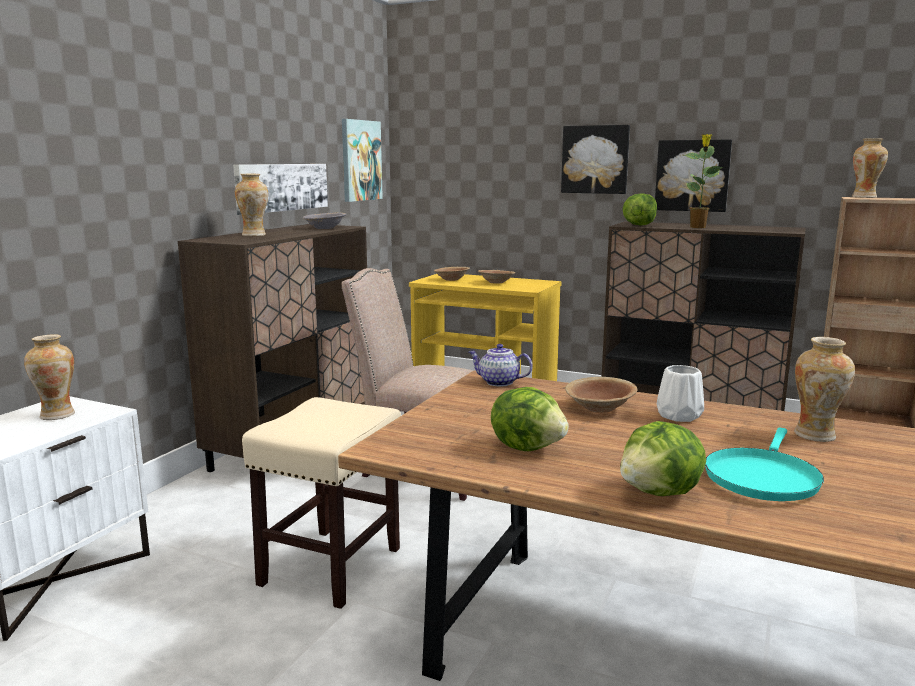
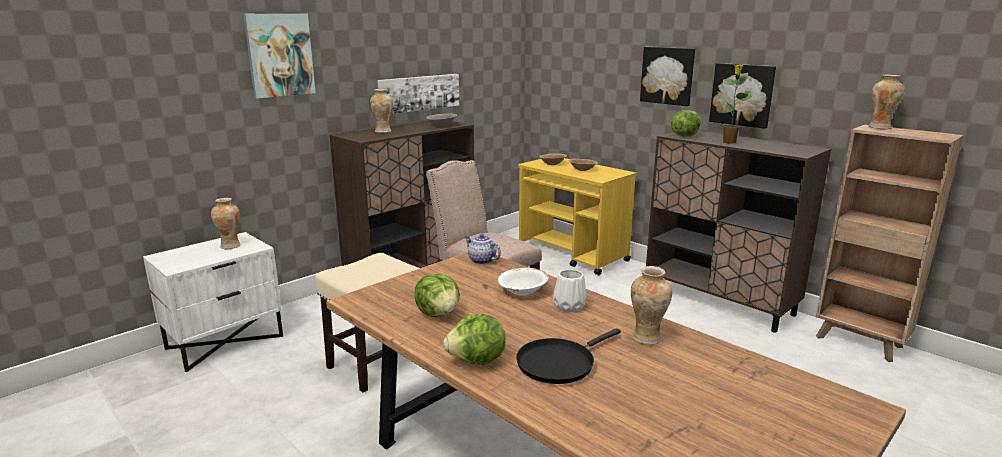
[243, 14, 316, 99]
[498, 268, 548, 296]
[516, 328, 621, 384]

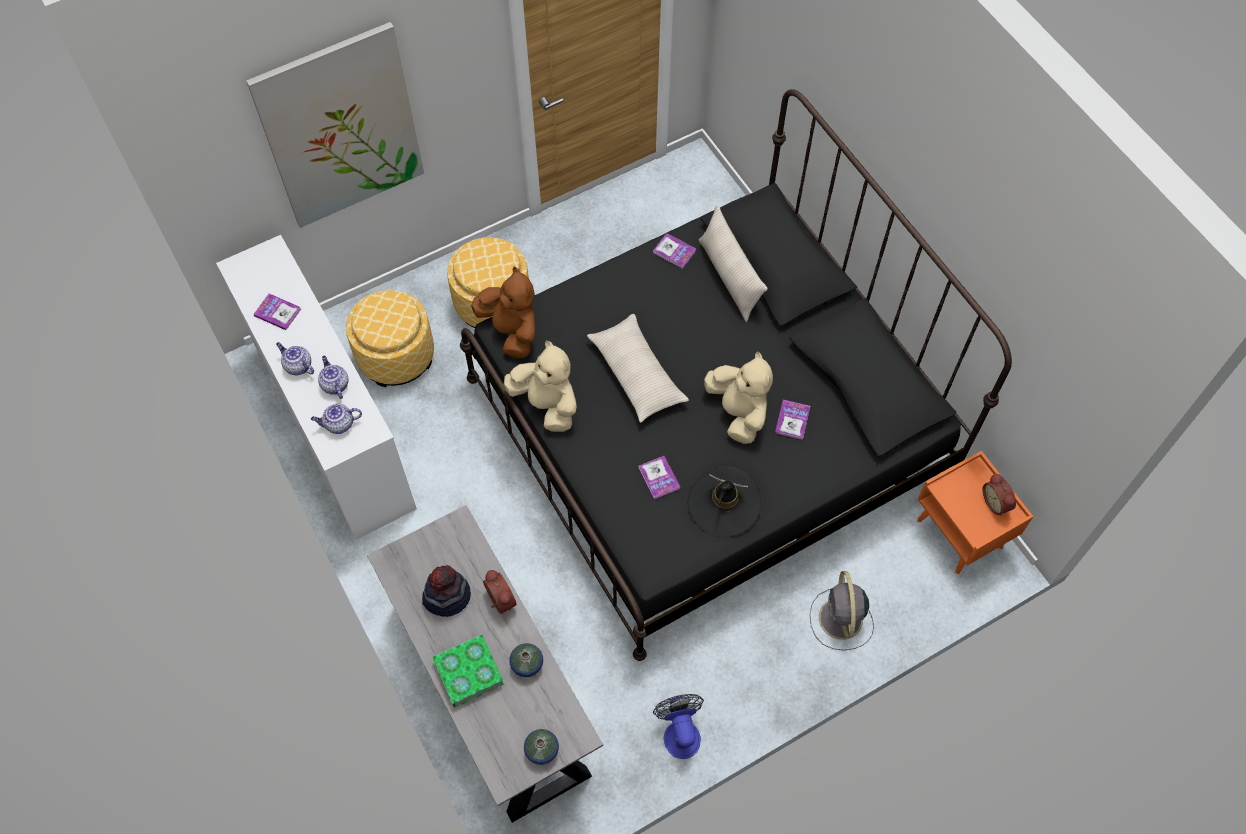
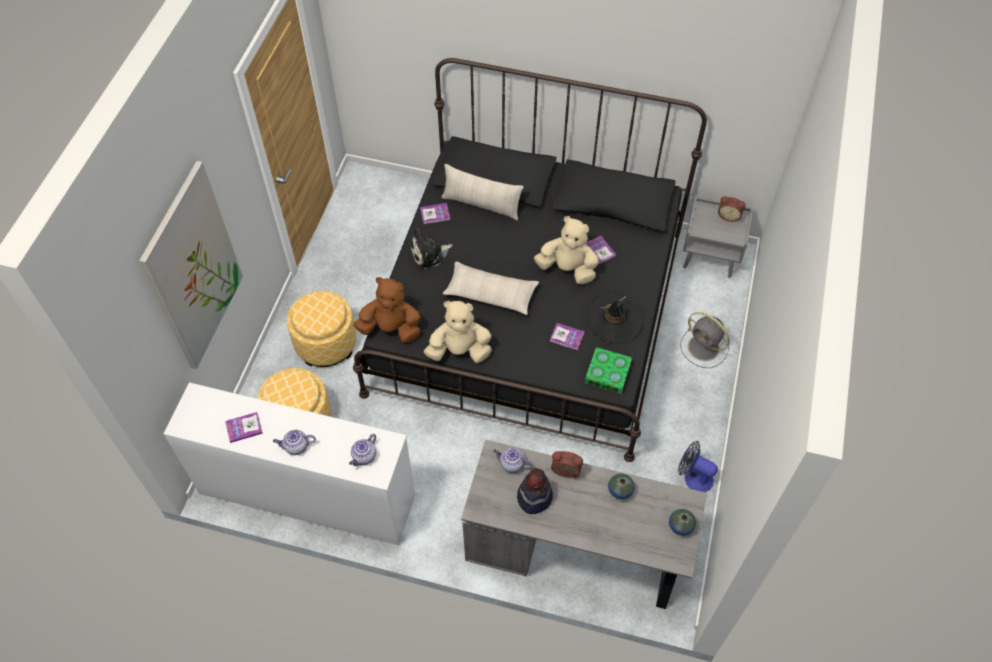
[493, 448, 532, 473]
[585, 347, 632, 394]
[683, 197, 753, 278]
[410, 229, 453, 269]

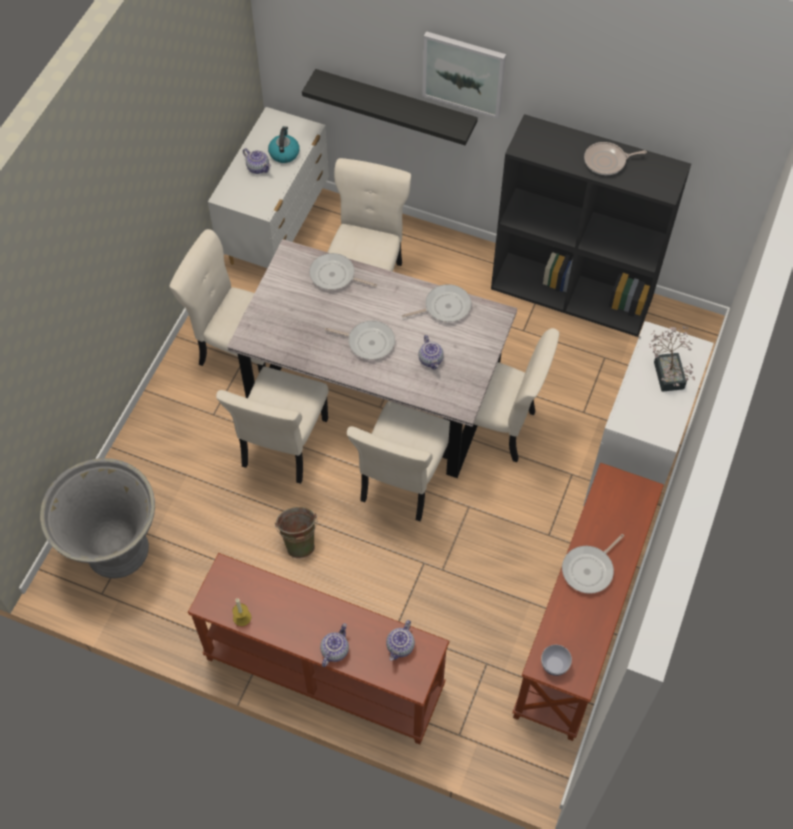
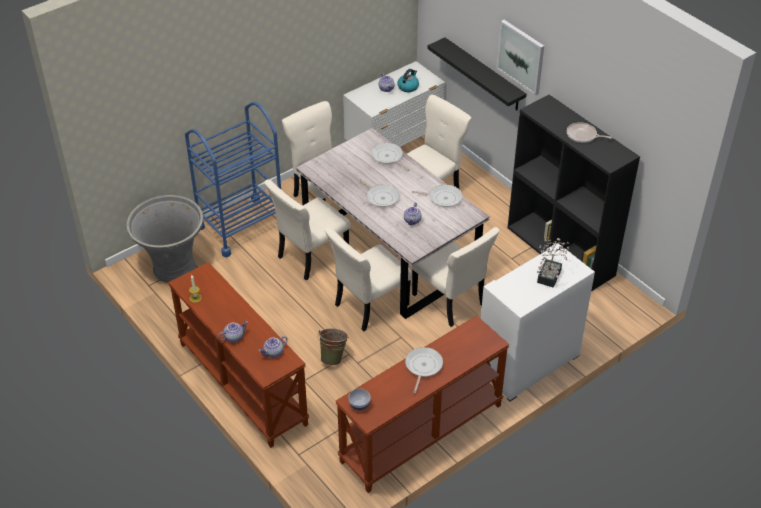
[318, 328, 349, 365]
[405, 347, 443, 393]
[185, 102, 281, 257]

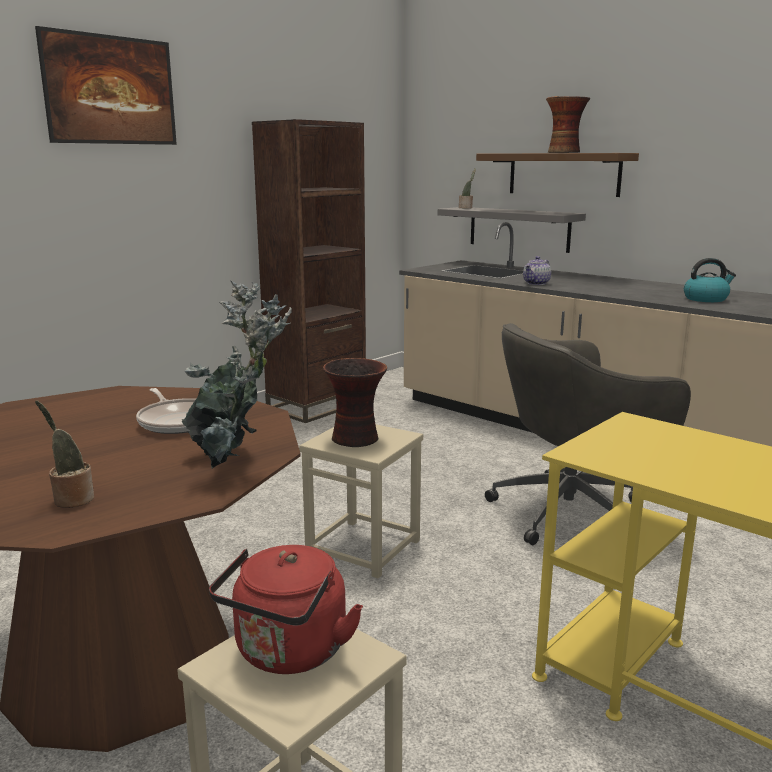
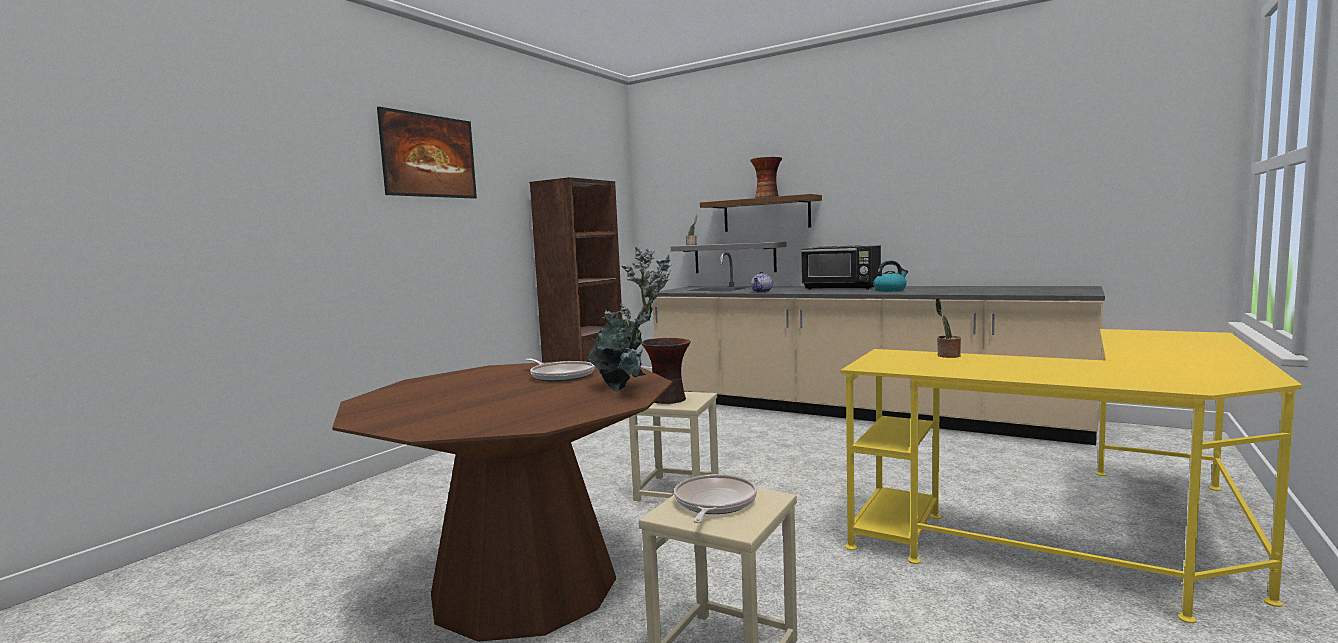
[936, 297, 961, 358]
[674, 474, 757, 523]
[485, 323, 691, 545] (first image)
[801, 245, 881, 290]

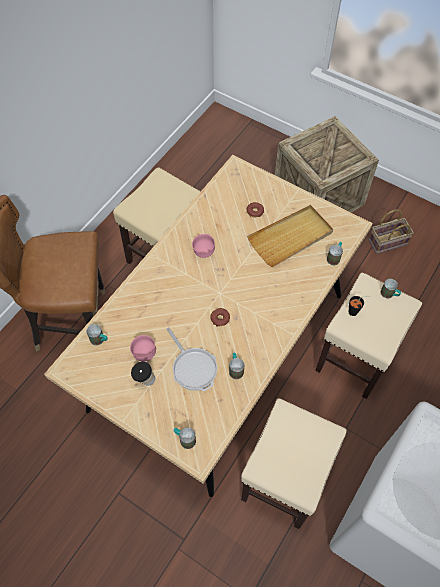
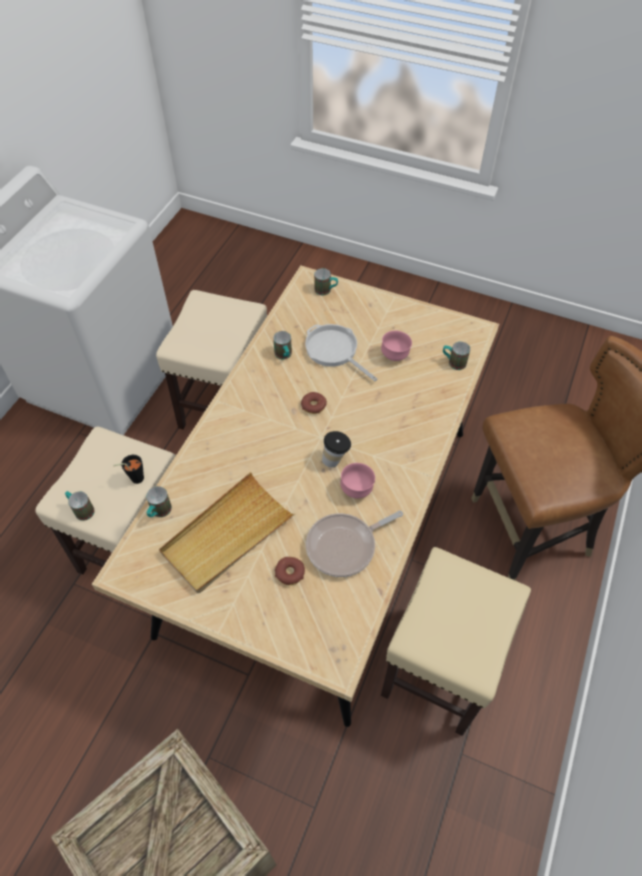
[322, 431, 351, 468]
[368, 209, 414, 254] (first image)
[306, 511, 403, 577]

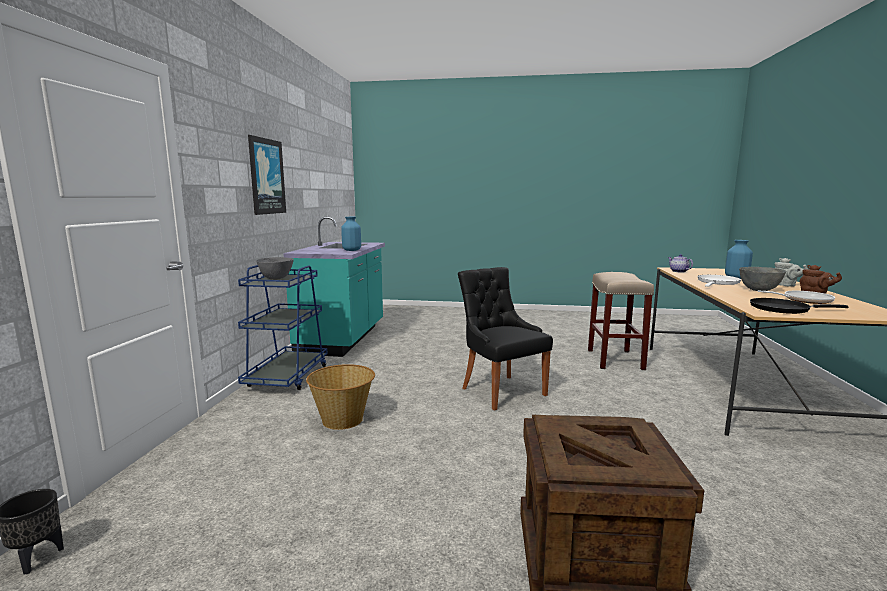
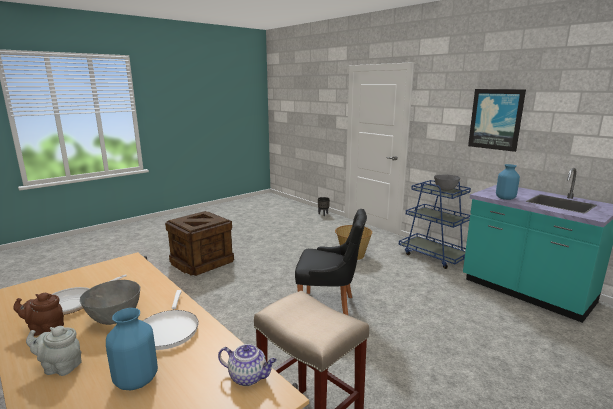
[750, 298, 849, 314] (first image)

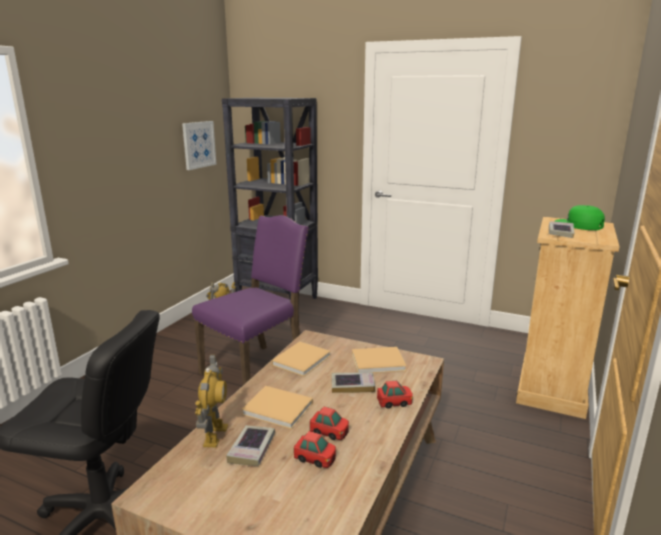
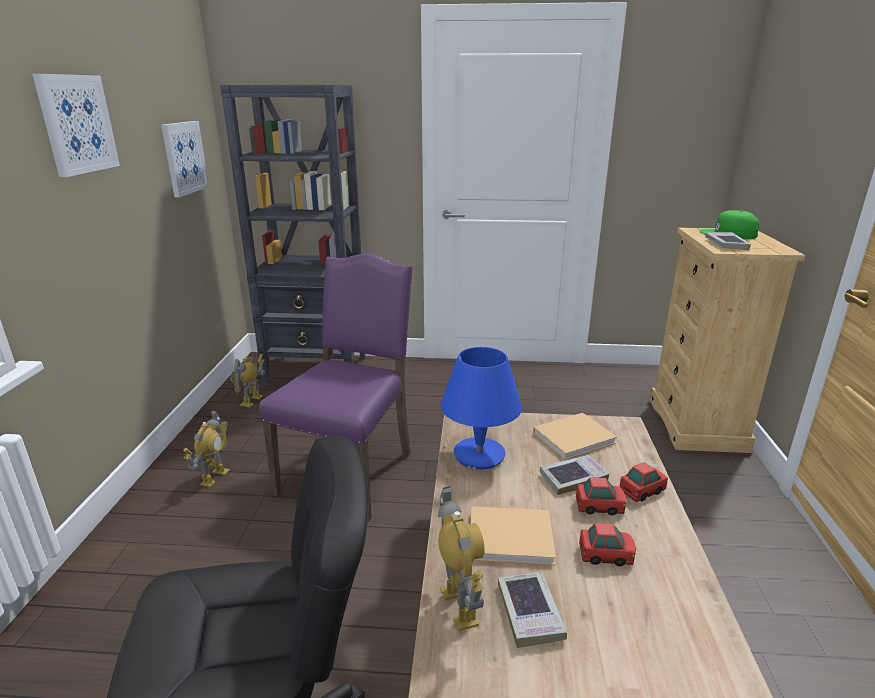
[440, 347, 522, 470]
[576, 477, 627, 515]
[33, 74, 120, 177]
[183, 410, 230, 487]

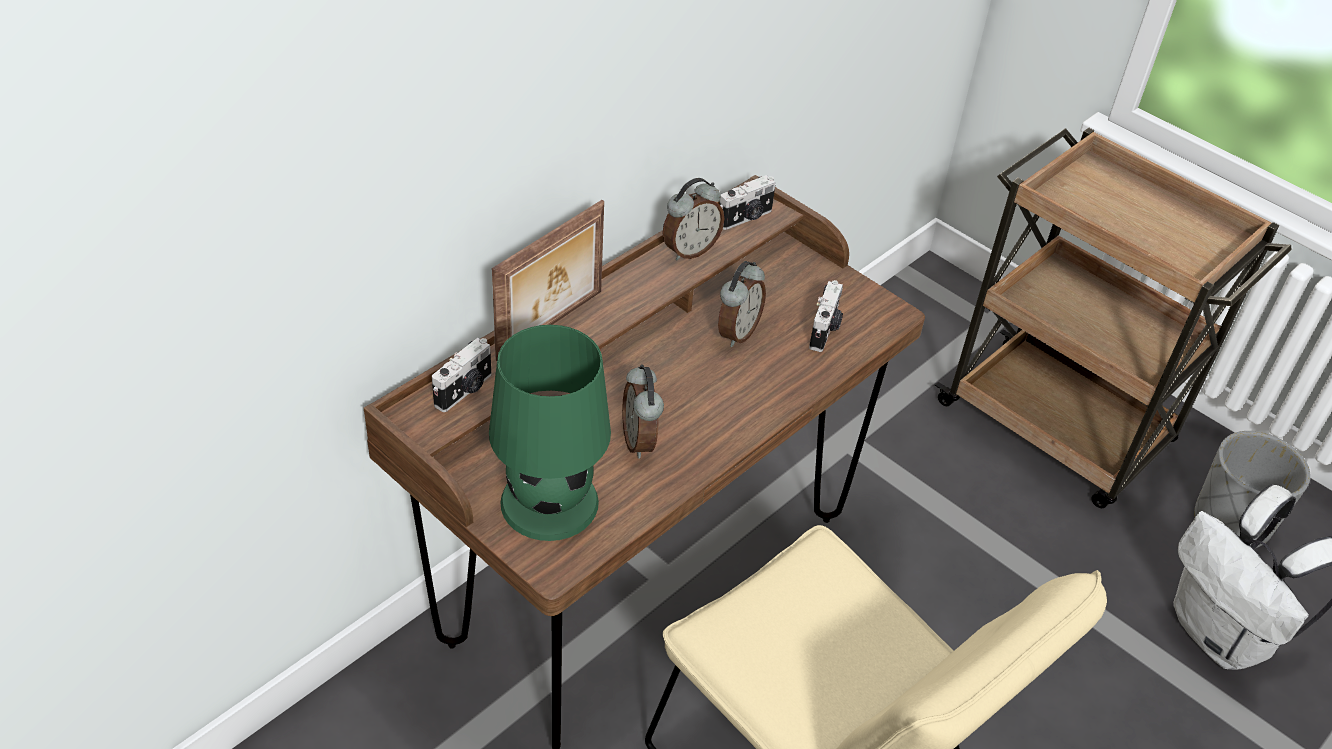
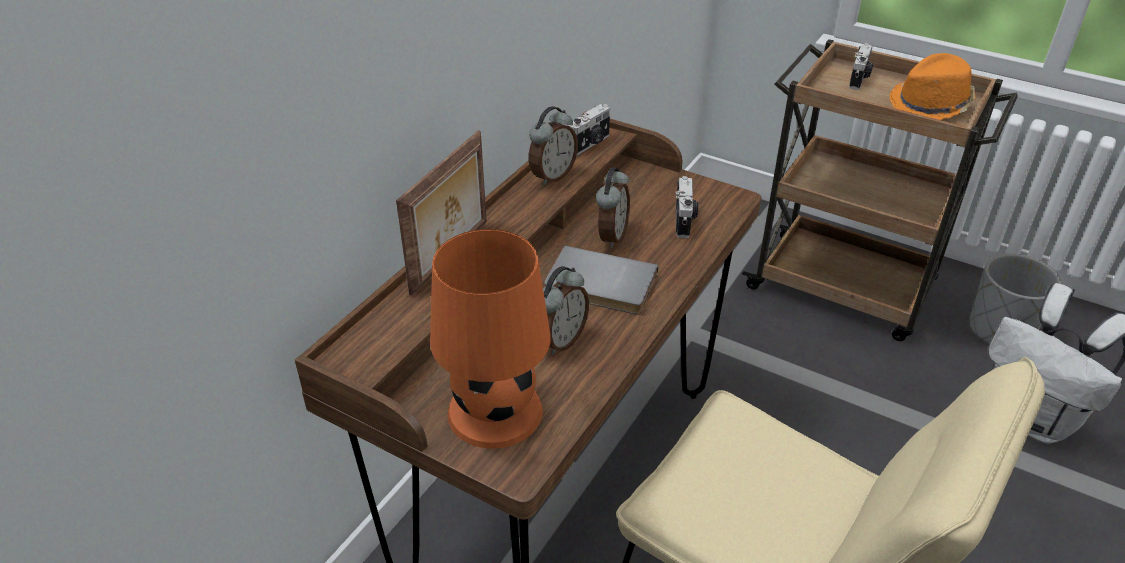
[849, 43, 873, 90]
[430, 229, 551, 448]
[543, 266, 589, 355]
[544, 246, 659, 314]
[890, 53, 975, 120]

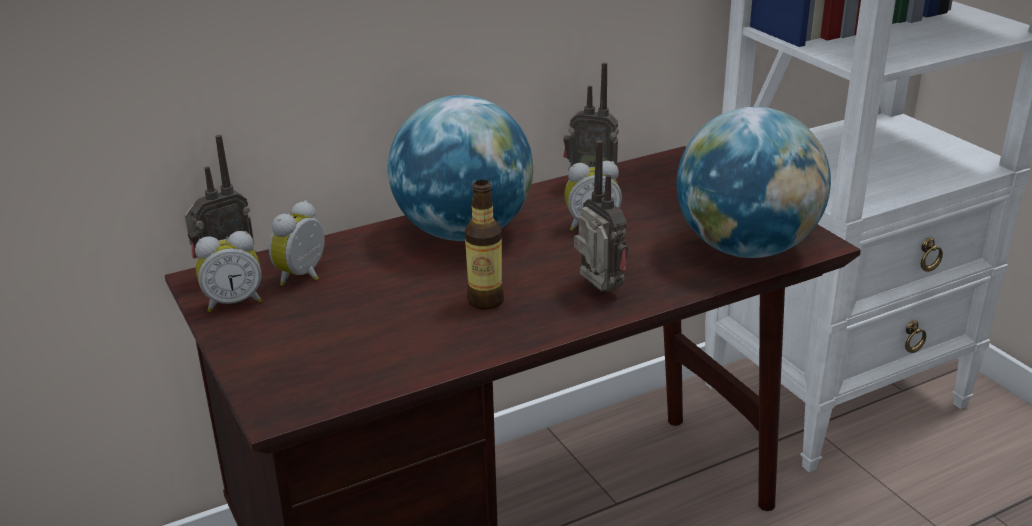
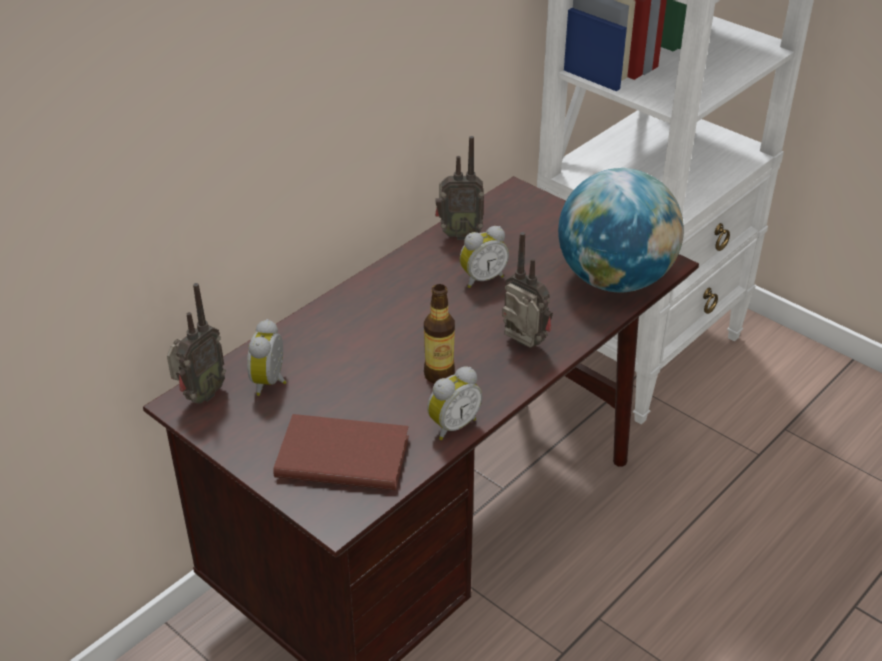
[427, 367, 482, 440]
[388, 95, 533, 241] (first image)
[273, 414, 409, 491]

